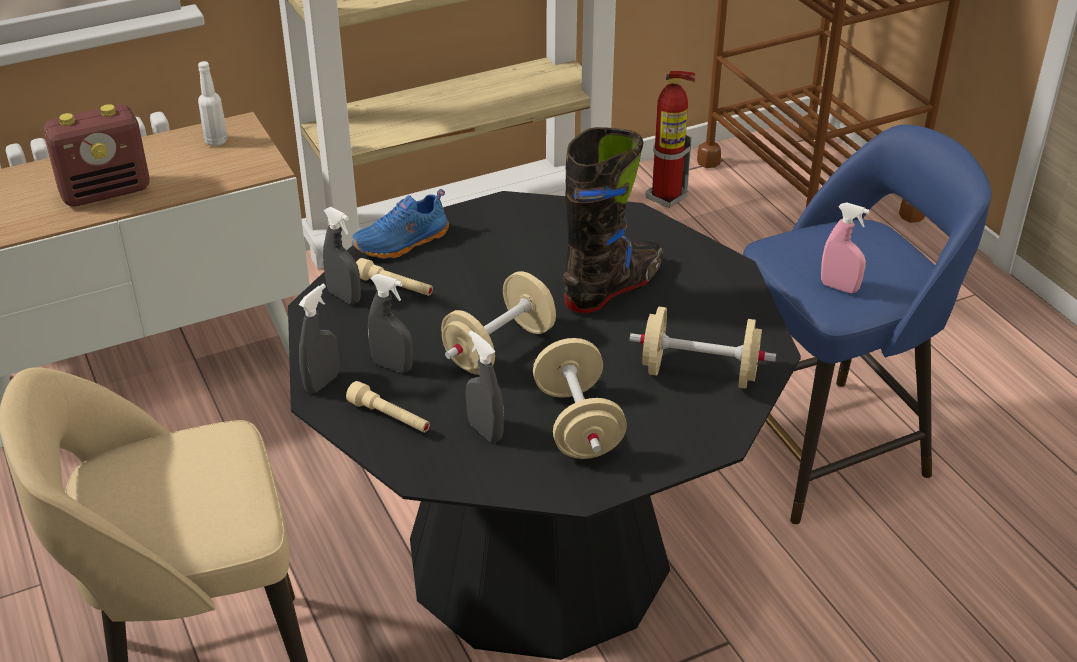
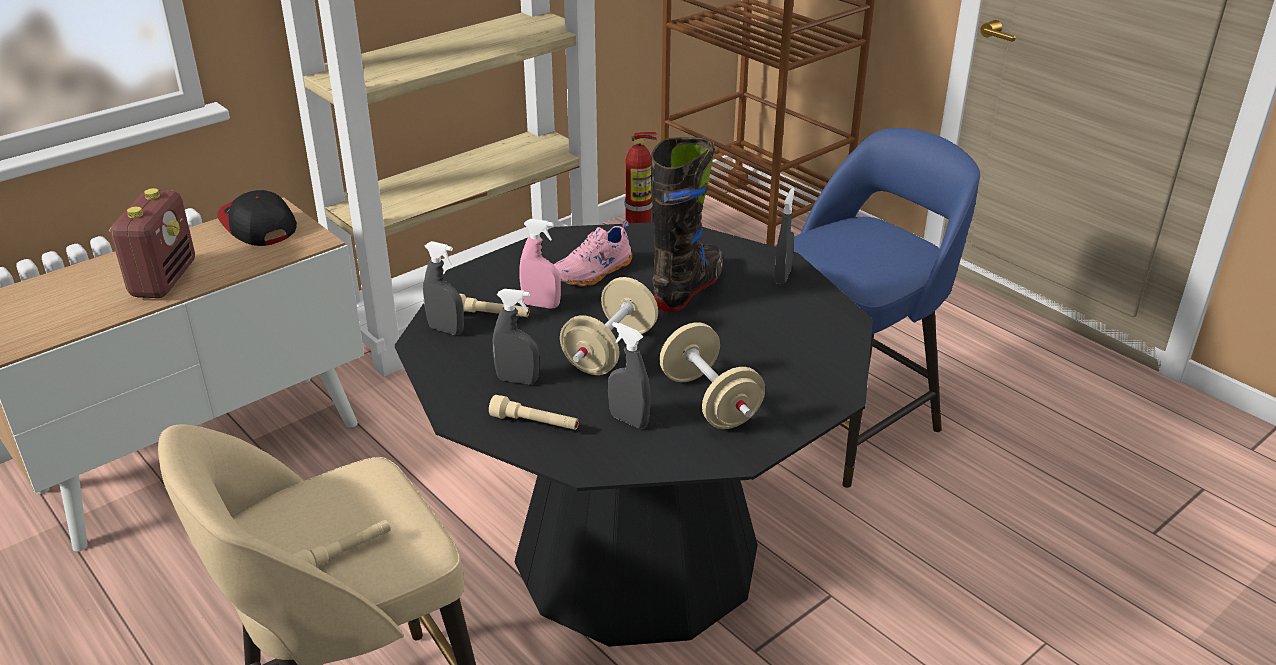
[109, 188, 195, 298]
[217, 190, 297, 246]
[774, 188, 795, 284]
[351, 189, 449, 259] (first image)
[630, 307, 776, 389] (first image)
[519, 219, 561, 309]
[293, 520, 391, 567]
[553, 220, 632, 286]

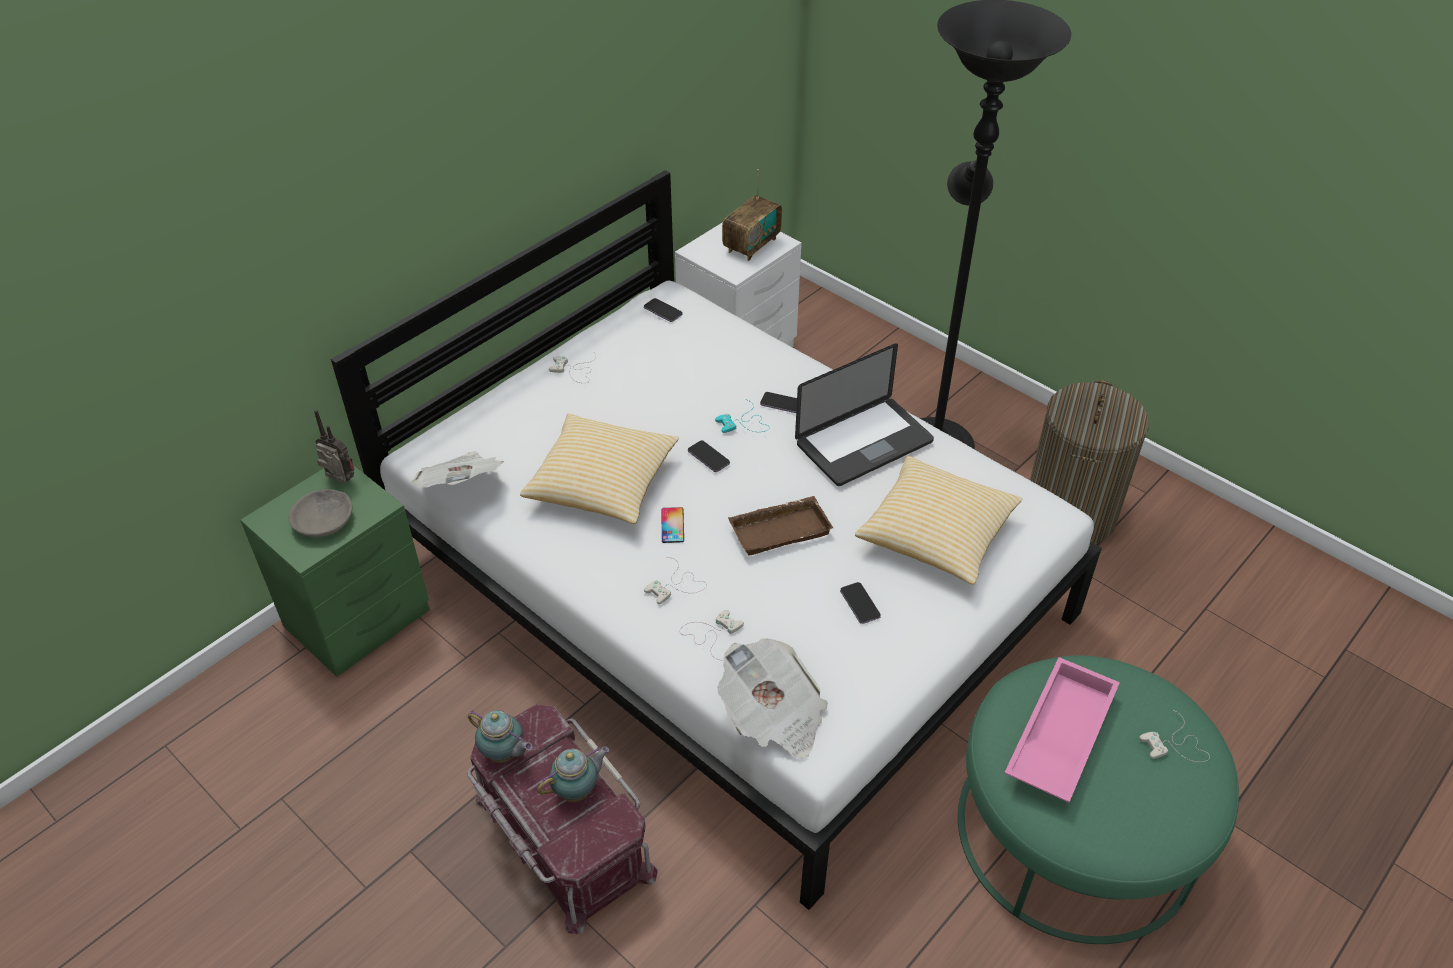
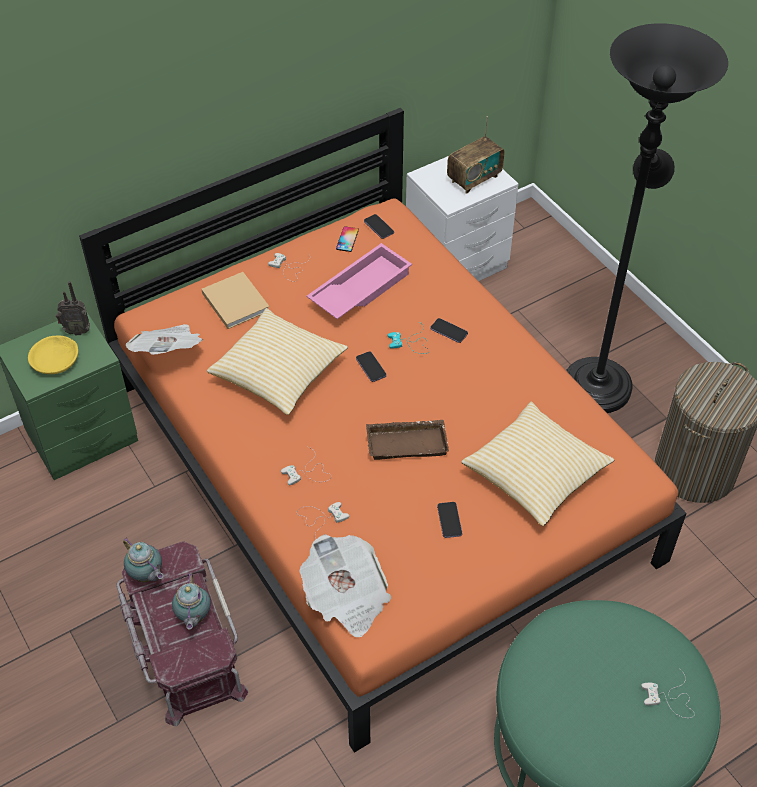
[28, 335, 78, 374]
[56, 281, 90, 335]
[79, 108, 687, 753]
[172, 573, 211, 630]
[336, 226, 359, 252]
[795, 343, 934, 486] (first image)
[306, 243, 412, 319]
[201, 272, 269, 329]

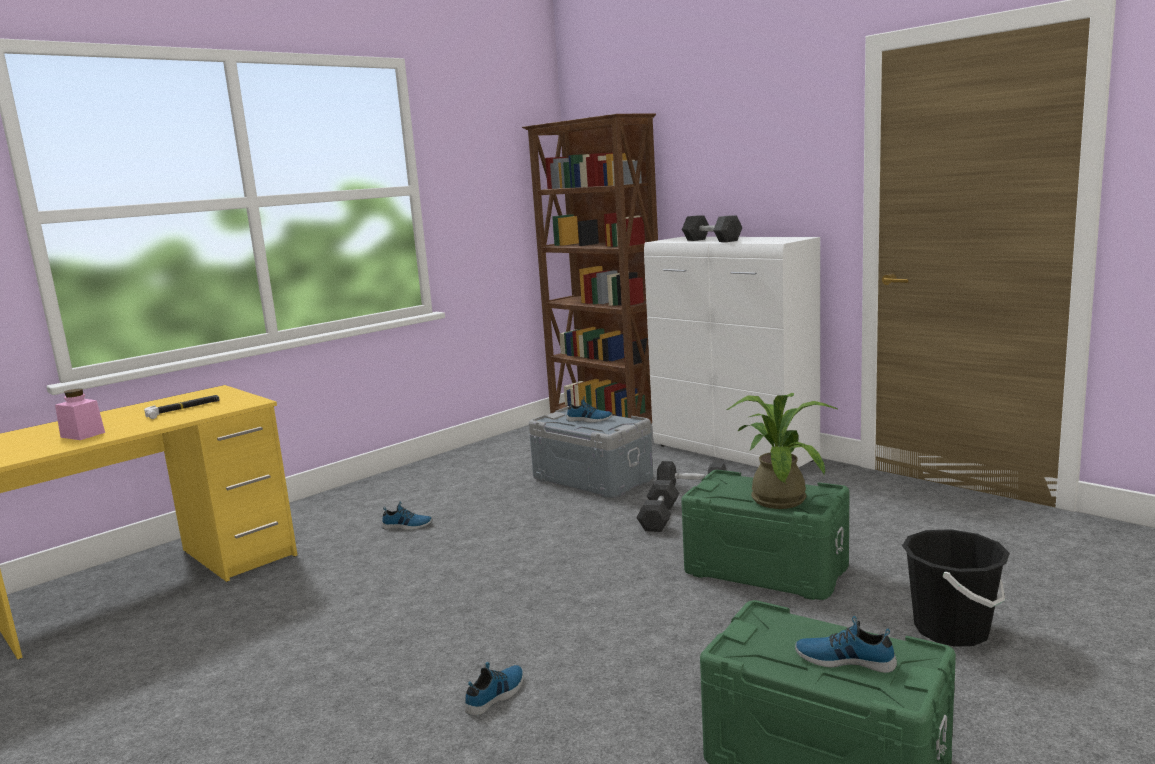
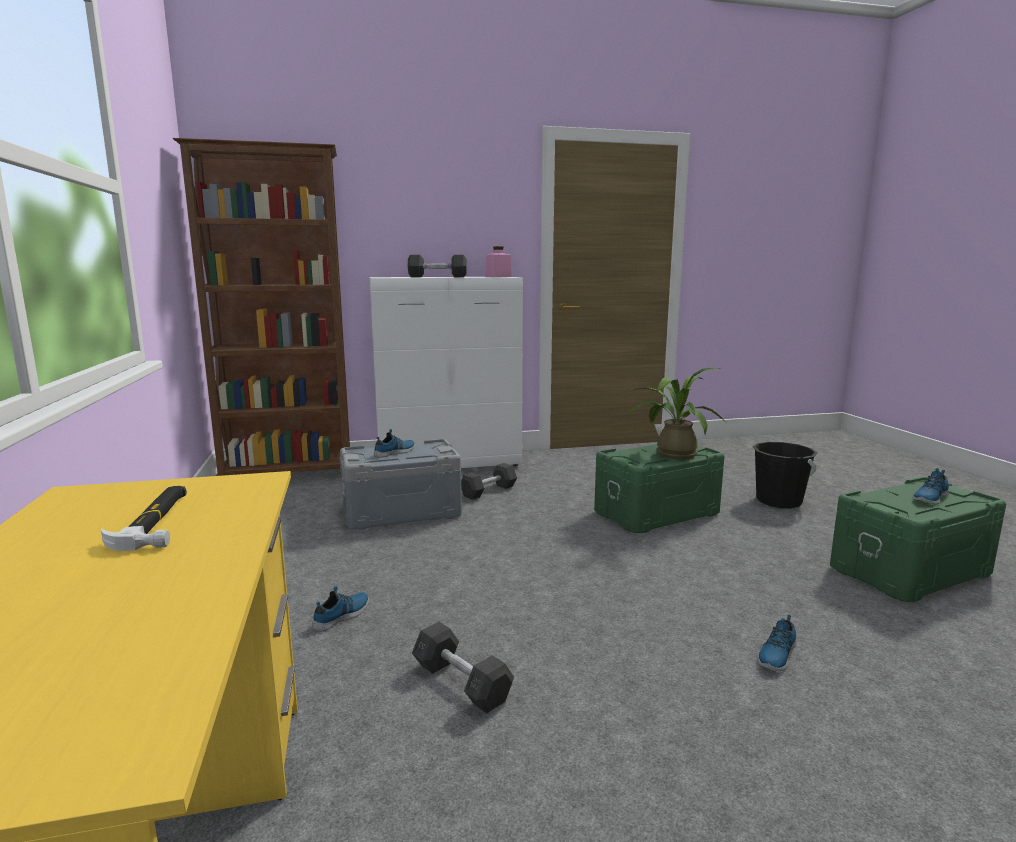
[485, 246, 512, 277]
[757, 614, 797, 671]
[412, 622, 514, 714]

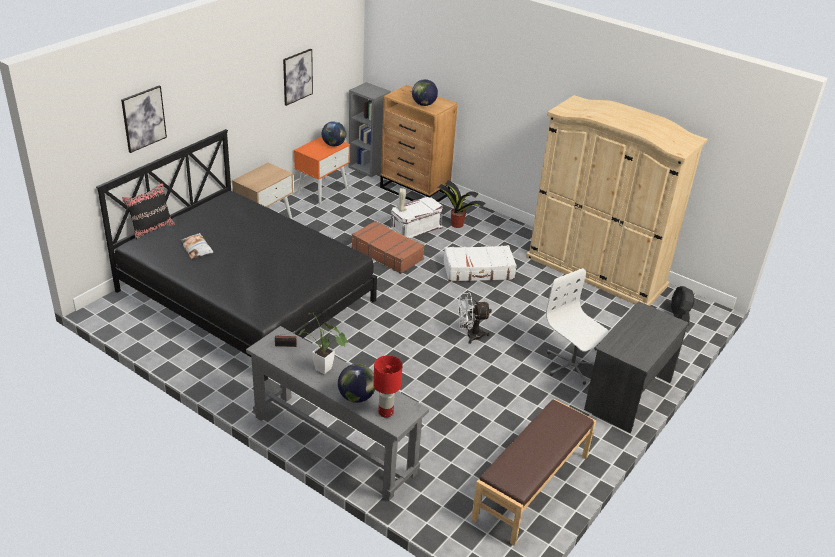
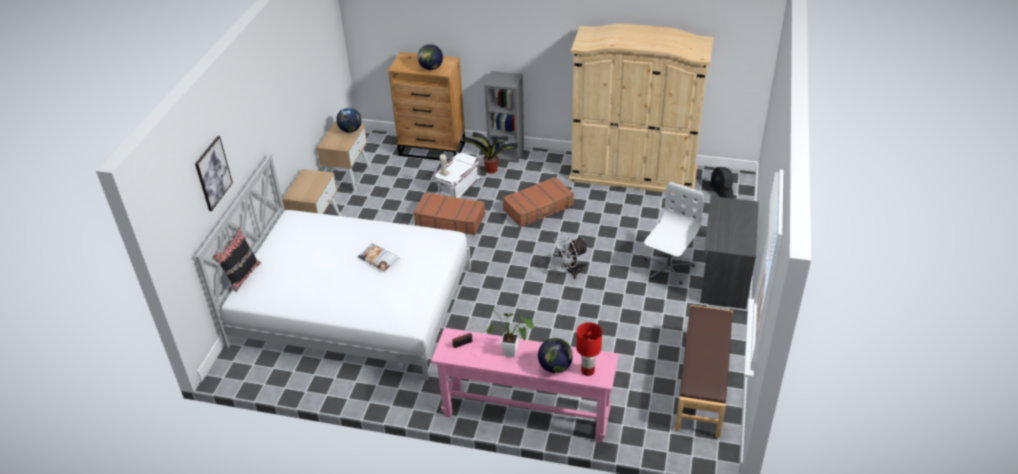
[195, 153, 471, 381]
[357, 243, 399, 271]
[431, 328, 619, 443]
[283, 49, 313, 106] (first image)
[317, 122, 370, 192]
[484, 71, 524, 163]
[503, 176, 574, 228]
[644, 182, 704, 284]

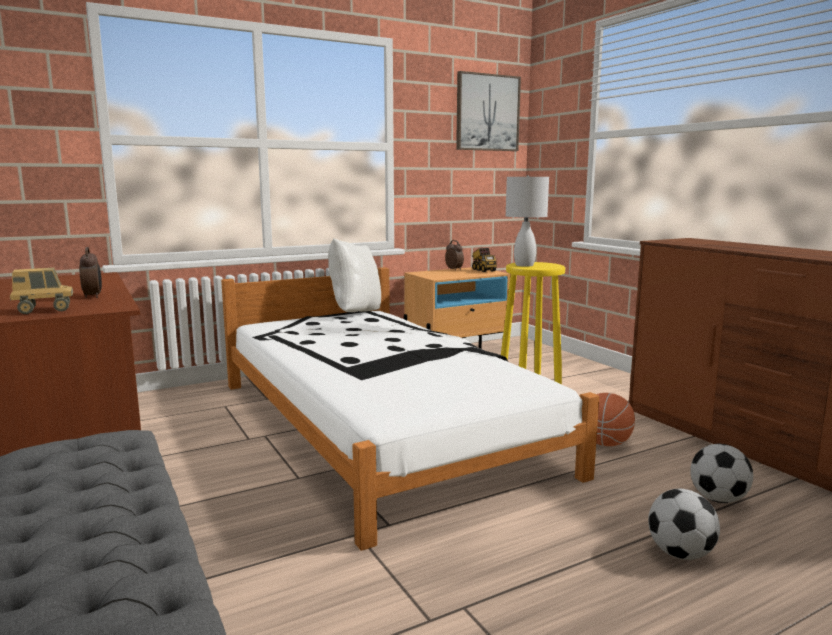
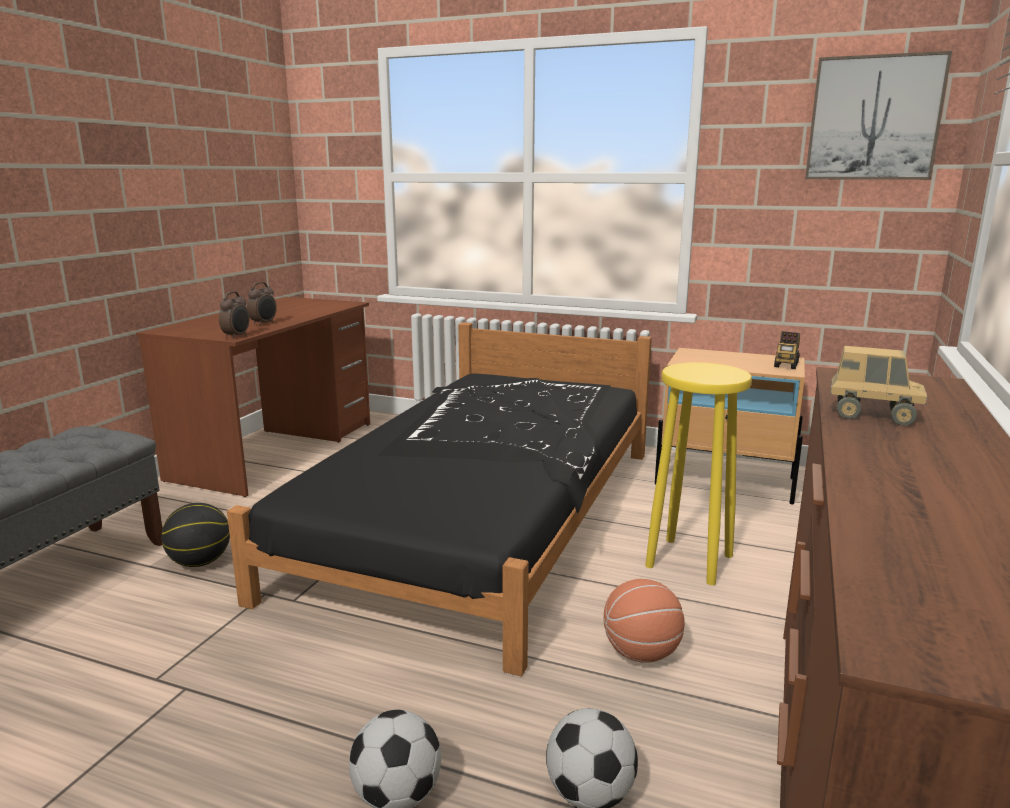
[830, 346, 927, 426]
[227, 322, 652, 676]
[328, 238, 381, 312] (first image)
[219, 291, 249, 339]
[506, 175, 549, 267] (first image)
[161, 503, 230, 567]

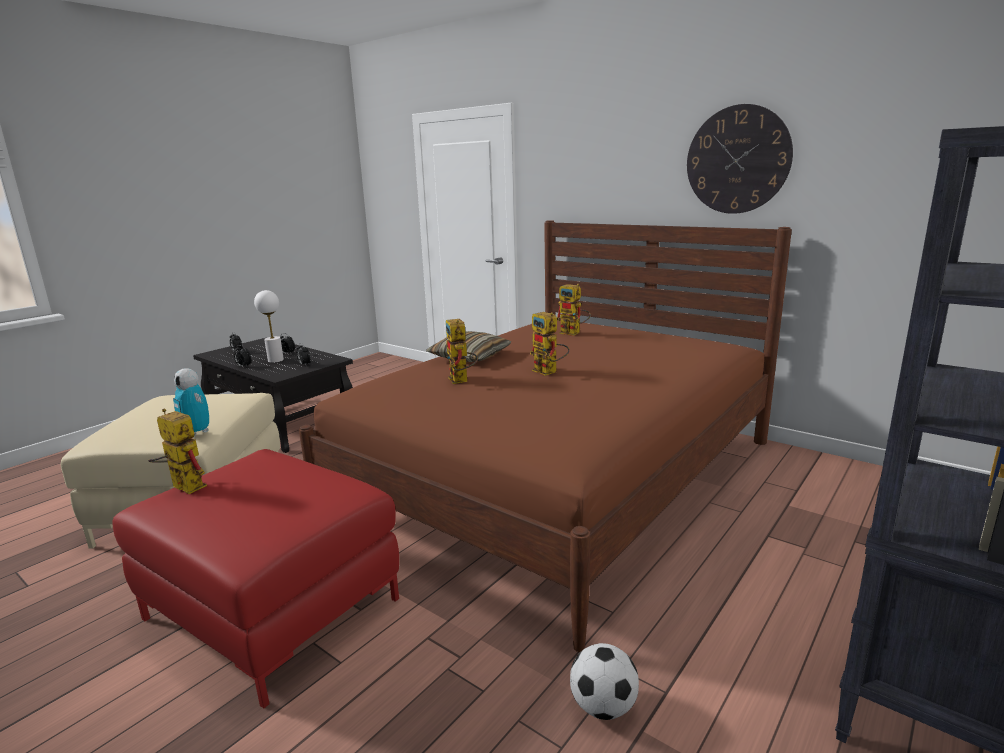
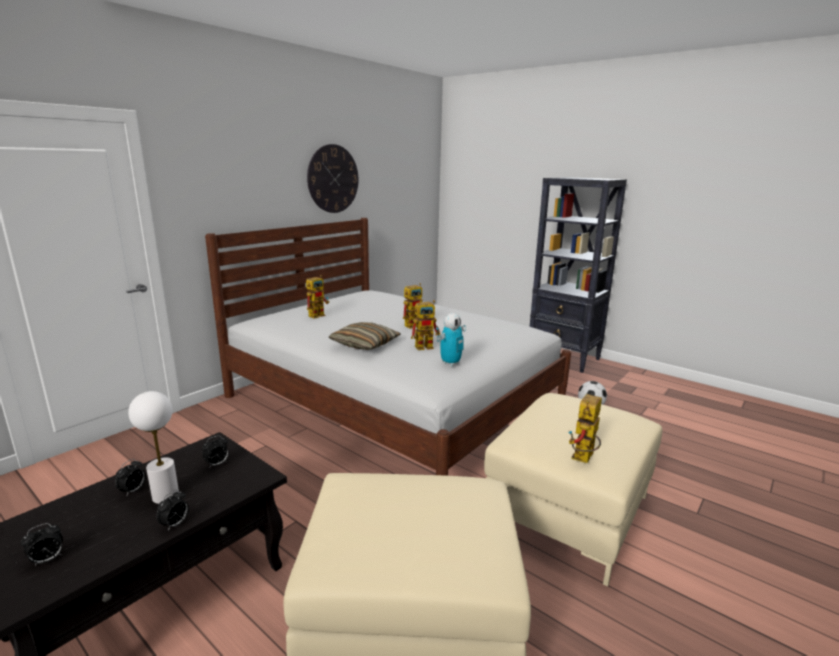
[484, 393, 662, 587]
[437, 313, 466, 366]
[205, 218, 571, 476]

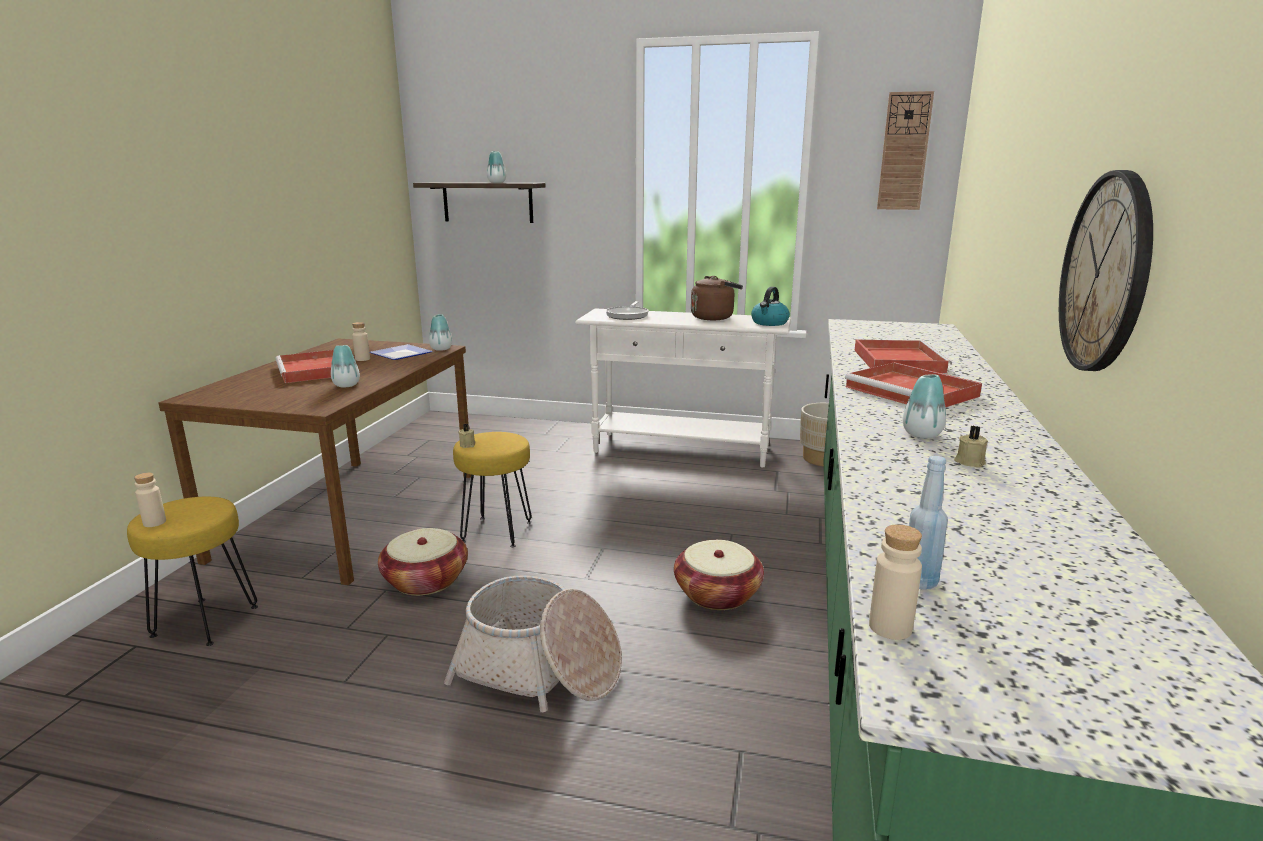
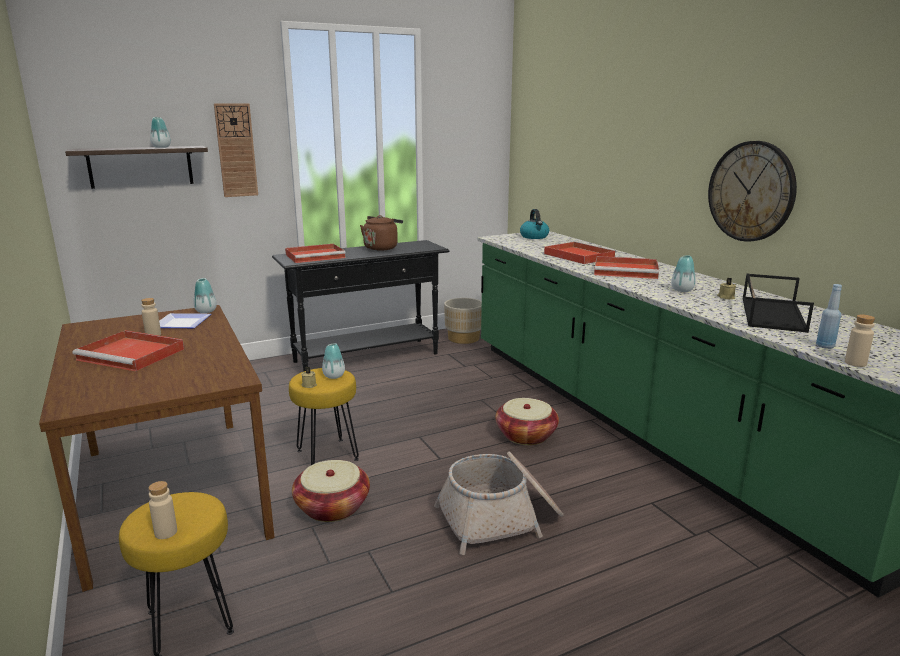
[322, 344, 345, 379]
[272, 240, 449, 372]
[285, 244, 346, 263]
[520, 209, 549, 239]
[214, 104, 258, 197]
[743, 273, 814, 333]

